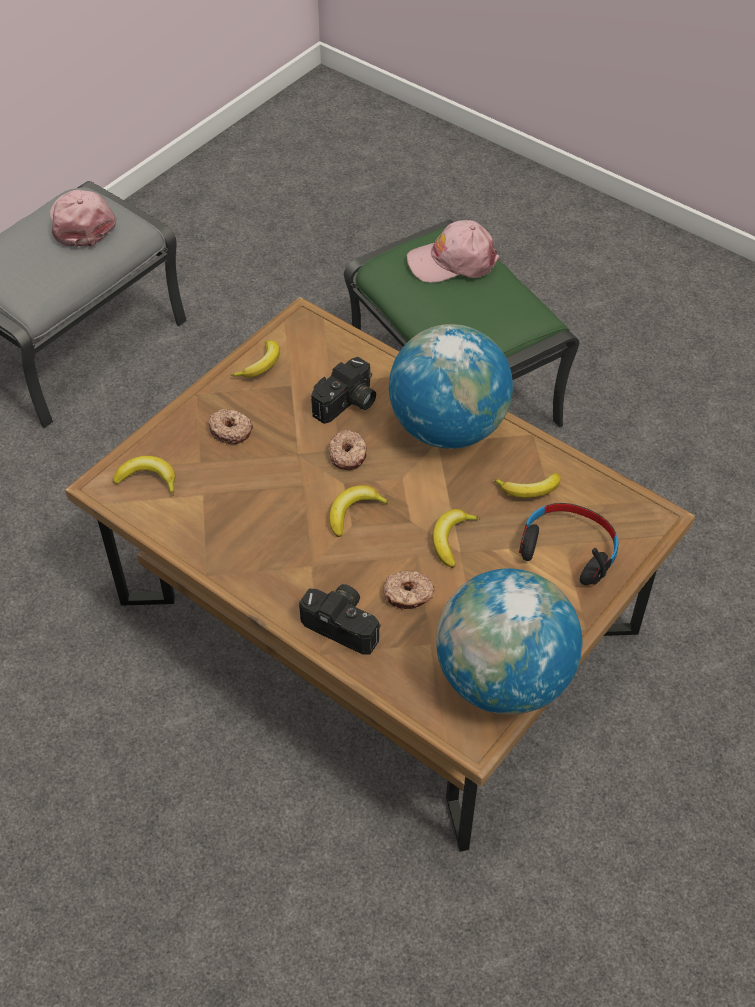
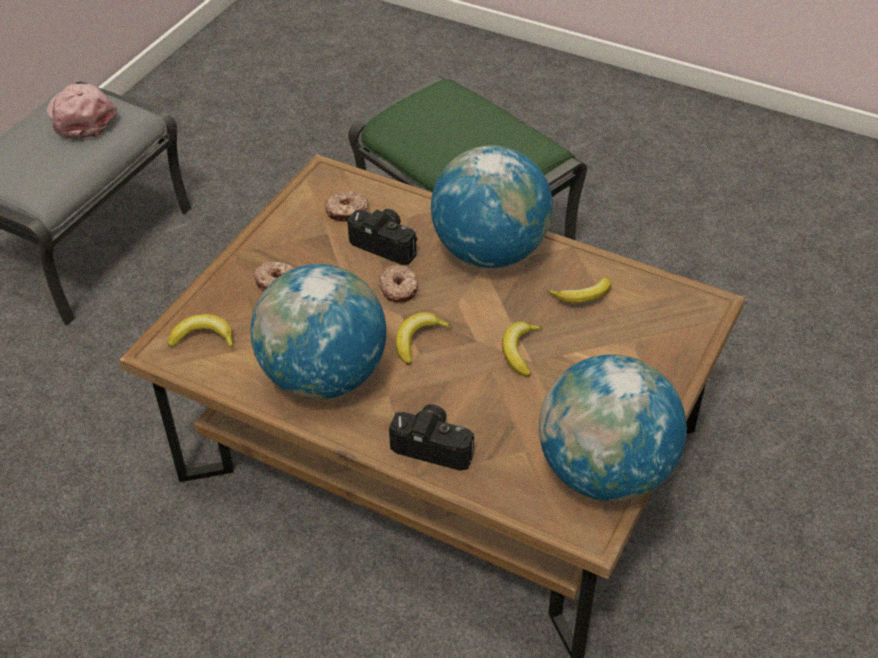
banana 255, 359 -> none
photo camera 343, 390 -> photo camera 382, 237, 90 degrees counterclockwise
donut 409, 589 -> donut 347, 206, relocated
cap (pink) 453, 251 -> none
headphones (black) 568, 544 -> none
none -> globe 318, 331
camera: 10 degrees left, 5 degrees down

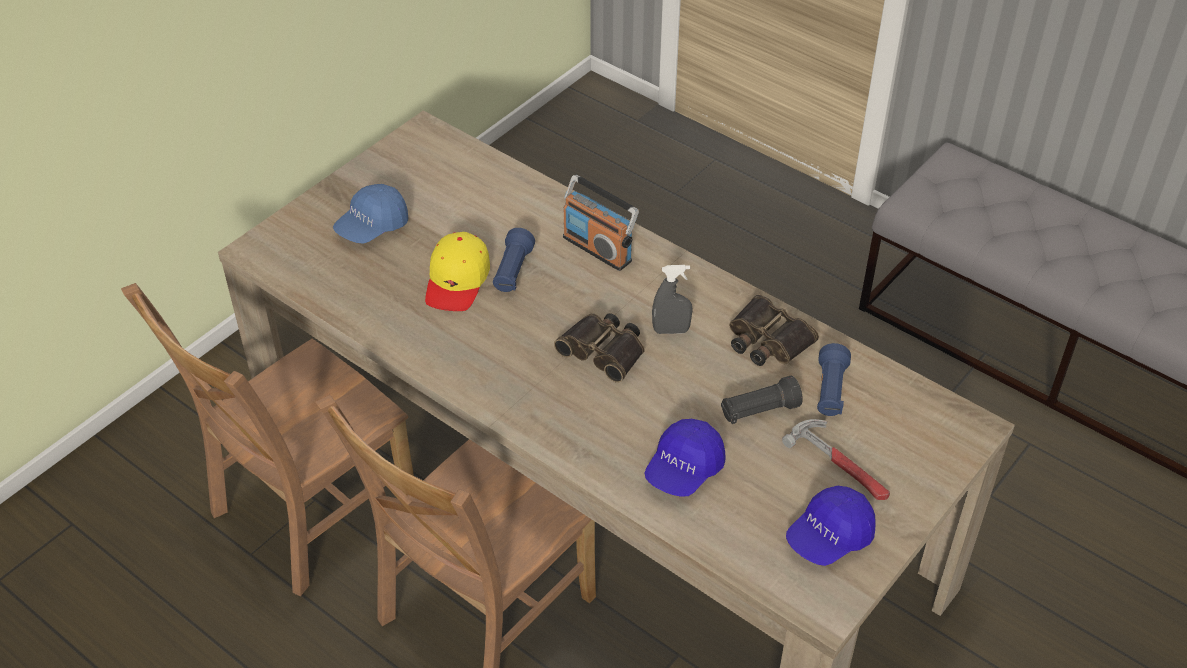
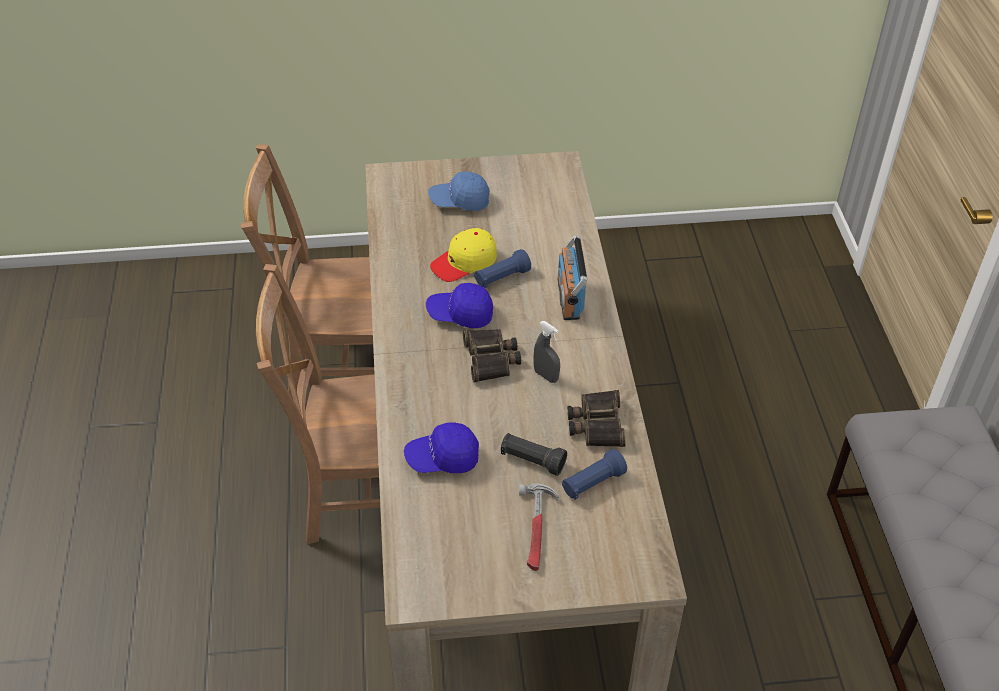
cap (blue) 831, 526 -> cap (blue) 459, 305, relocated
camera: 45 degrees right, 0 degrees up

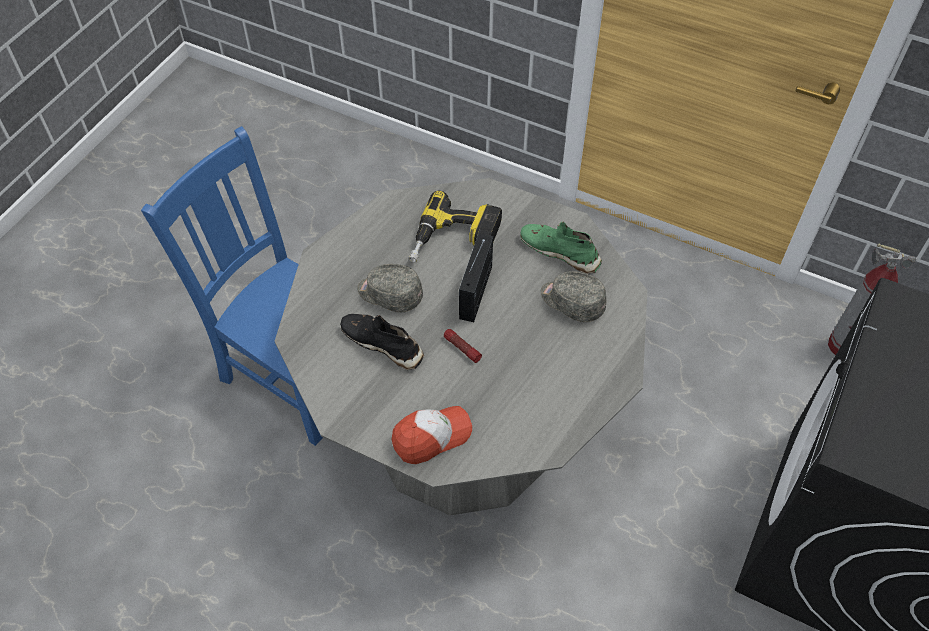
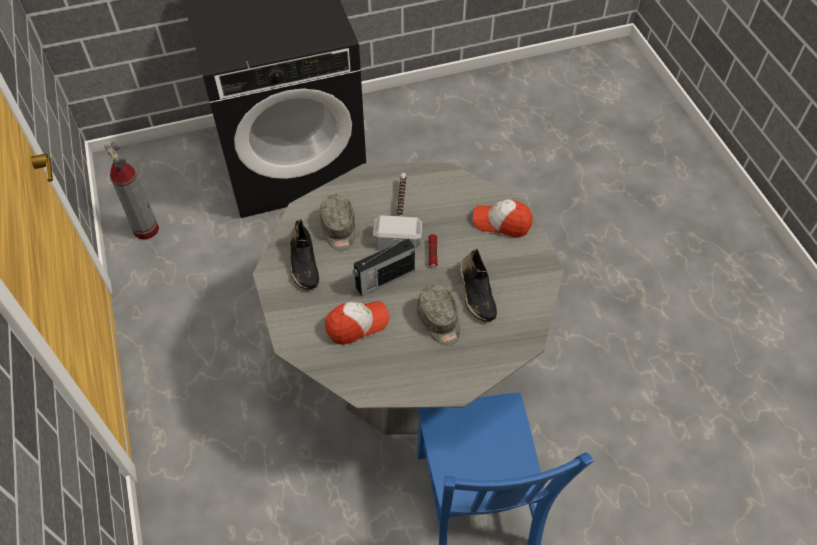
power drill 455, 227 -> cap 357, 323
shoe (green) 561, 247 -> shoe (black) 304, 254
none -> hammer 397, 211
camera: 135 degrees left, 0 degrees up

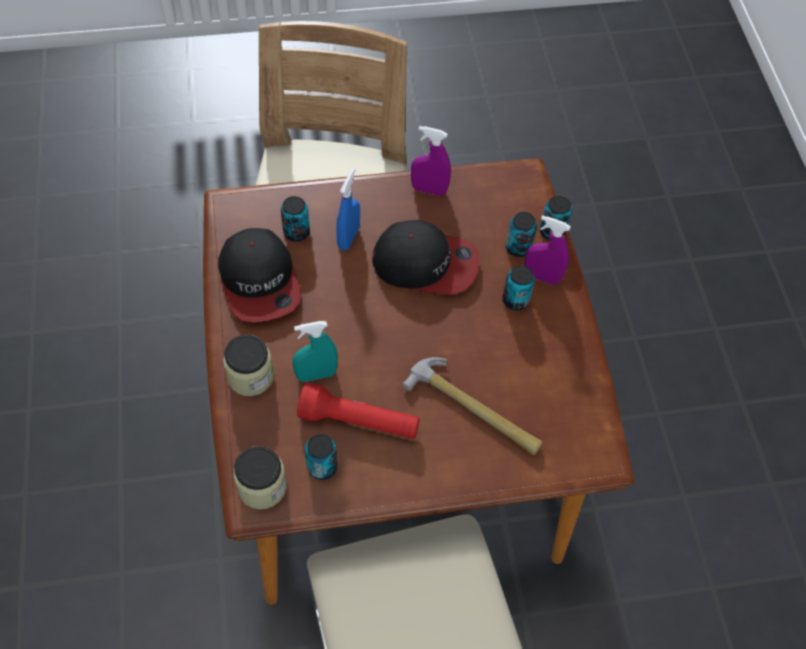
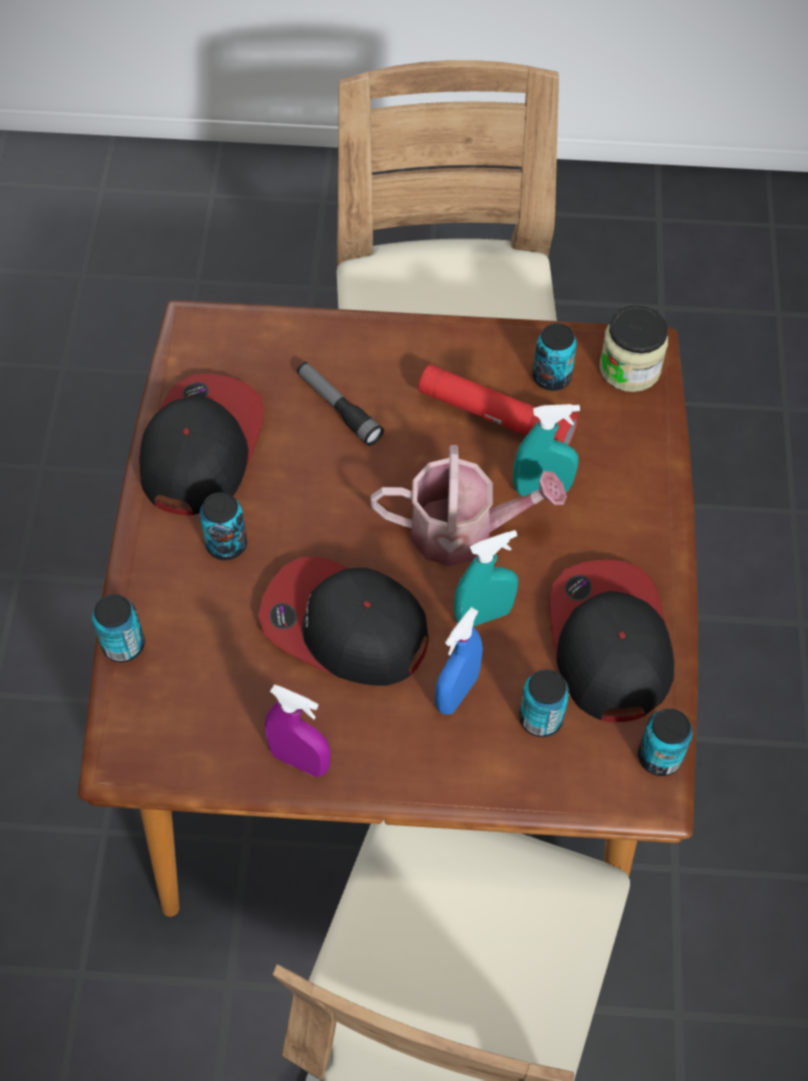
jar 248, 365 -> none
hammer 472, 406 -> flashlight 340, 404
can 521, 234 -> can 665, 742, relocated
spray bottle (purple) 547, 250 -> none
none -> cap 201, 444
none -> watering can 469, 505
none -> spray bottle (turquoise) 486, 578
camera: 165 degrees left, 0 degrees up

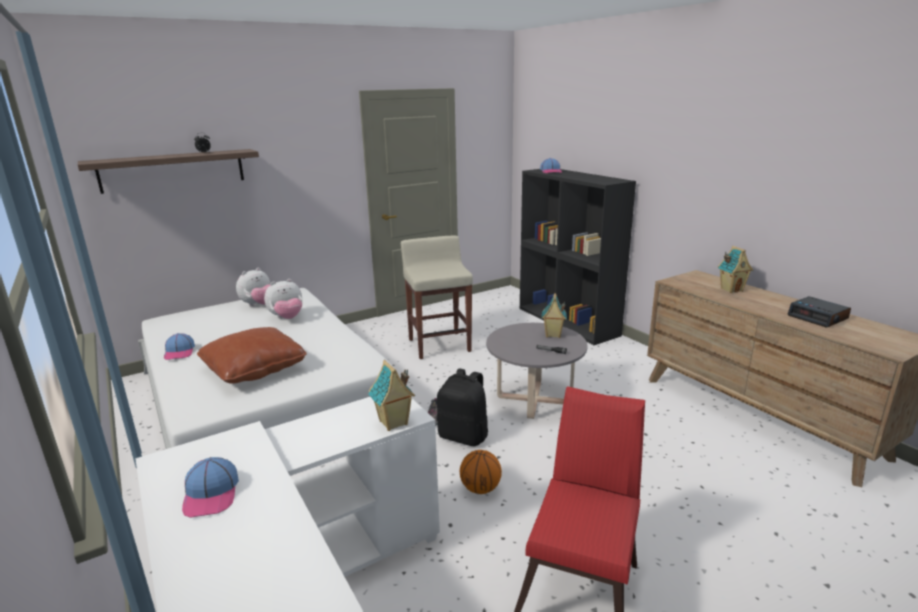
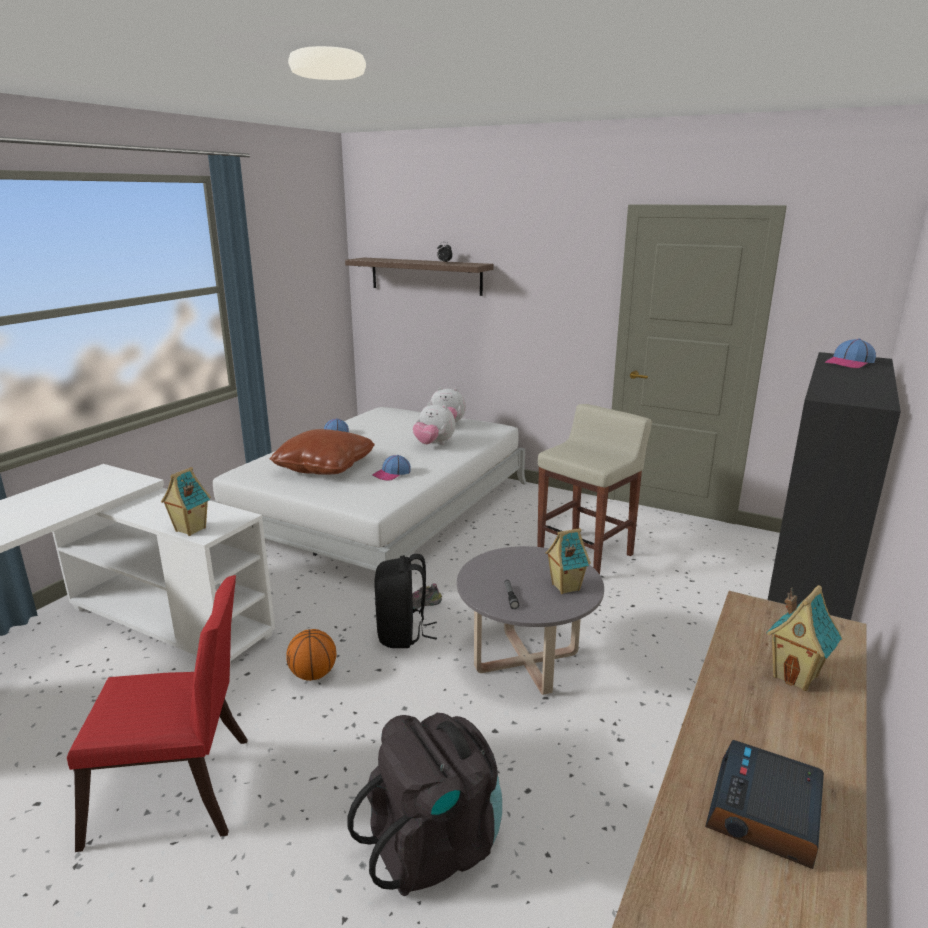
cap 210, 487 -> cap 391, 468, relocated
none -> backpack (black) 424, 804
camera: 60 degrees right, 0 degrees up

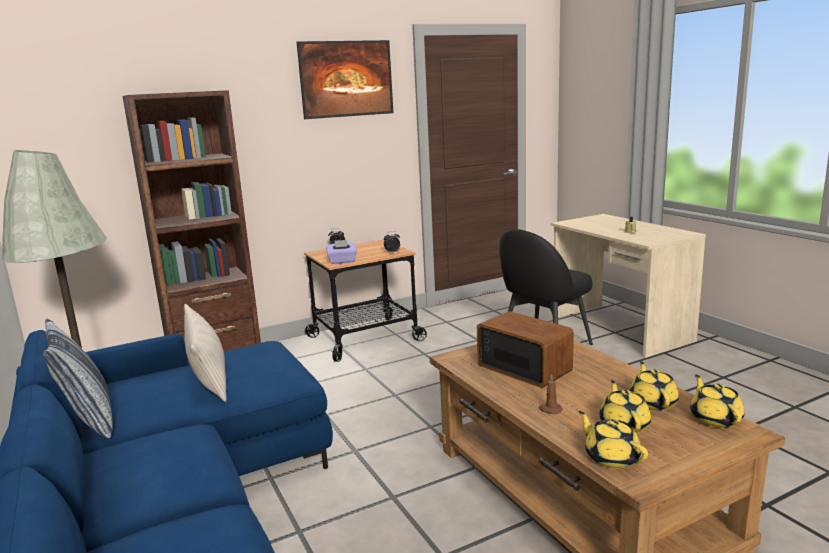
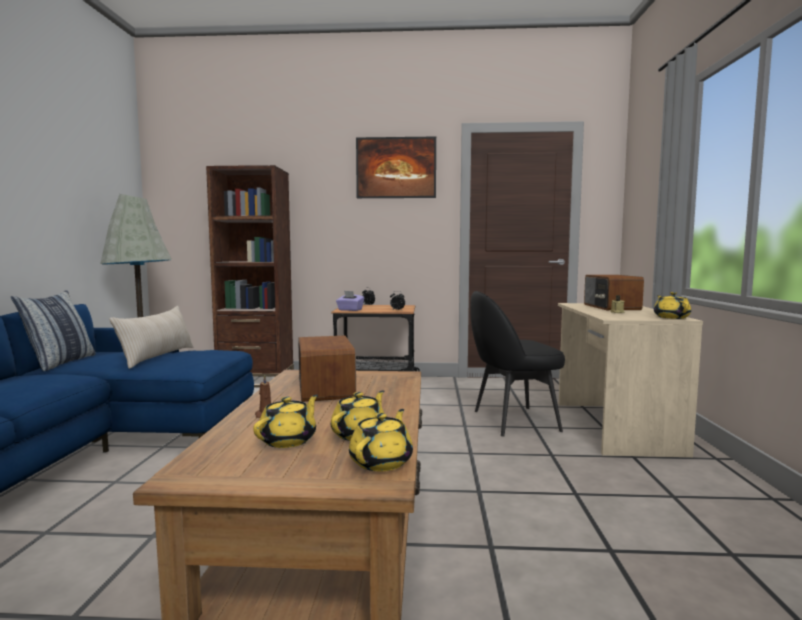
teapot (yellow) 613, 440 -> teapot (yellow) 672, 305, relocated
none -> radio 614, 292
camera: 30 degrees right, 10 degrees down

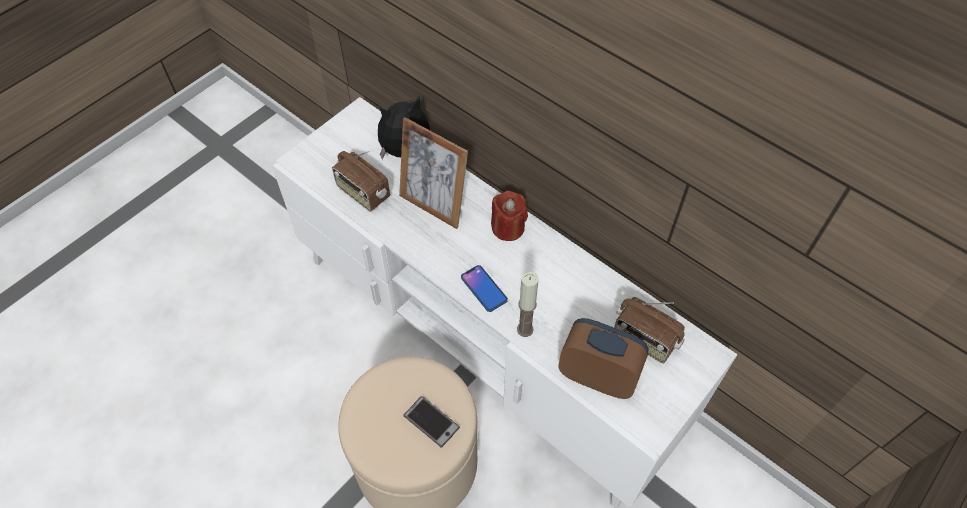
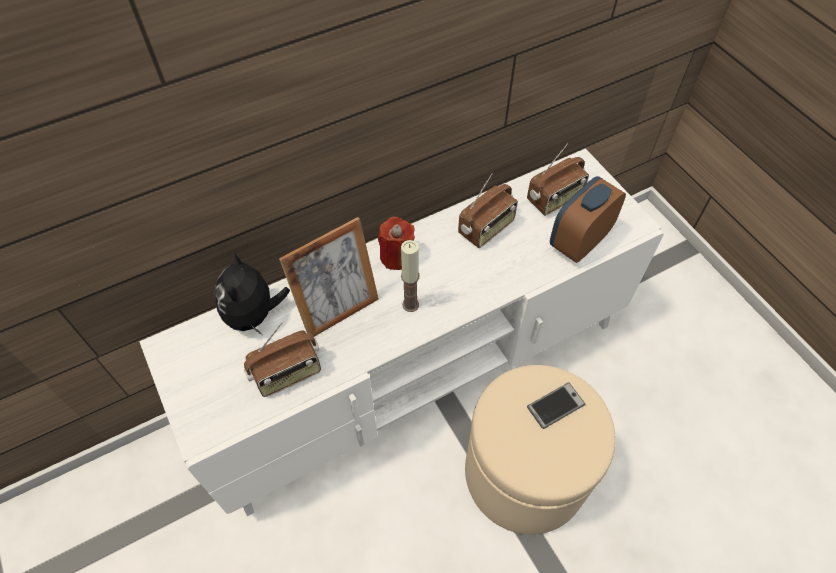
phone 484, 288 -> none
candle 528, 304 -> candle 410, 276, relocated
none -> radio 488, 210
camera: 70 degrees left, 0 degrees up

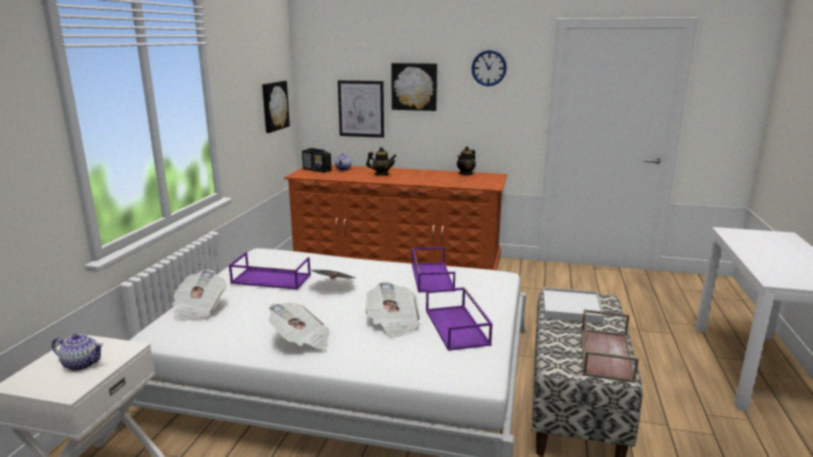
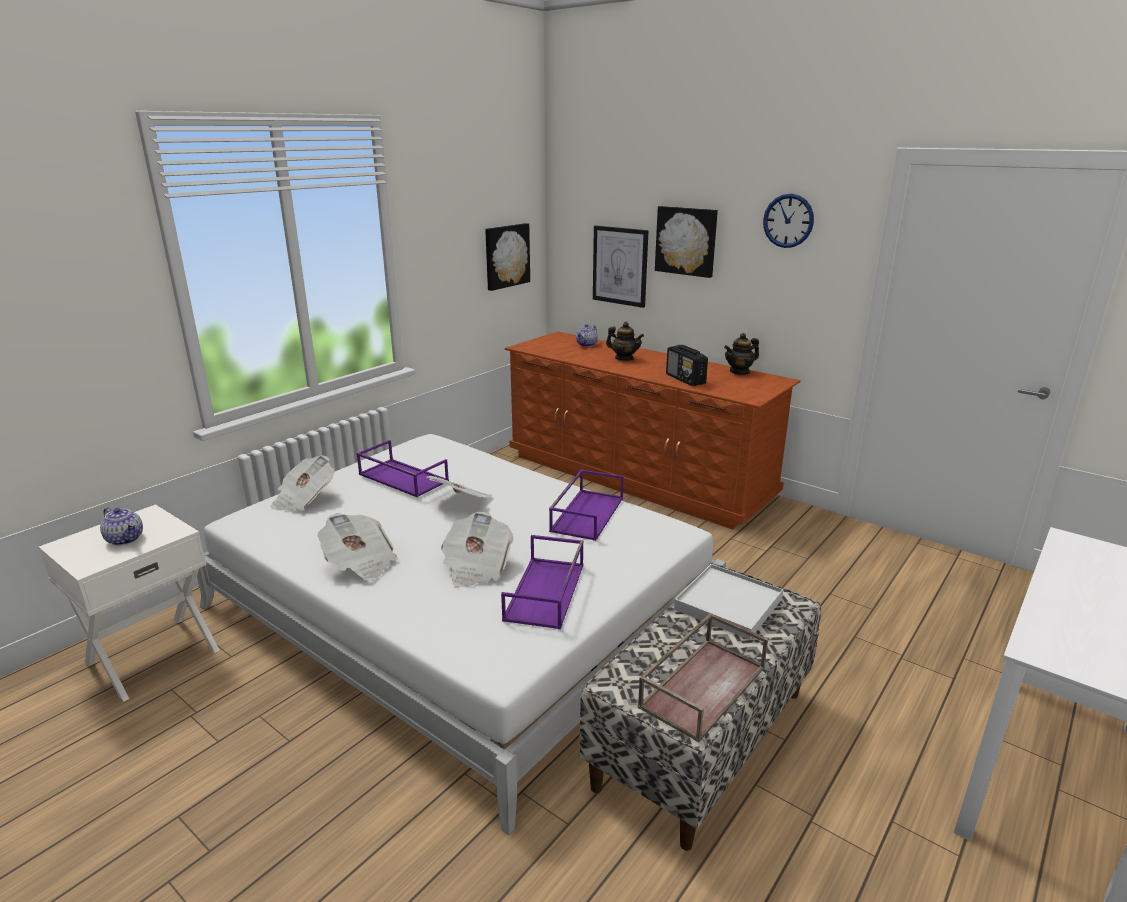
radio 317, 160 -> radio 687, 365, relocated
camera: 25 degrees right, 5 degrees up

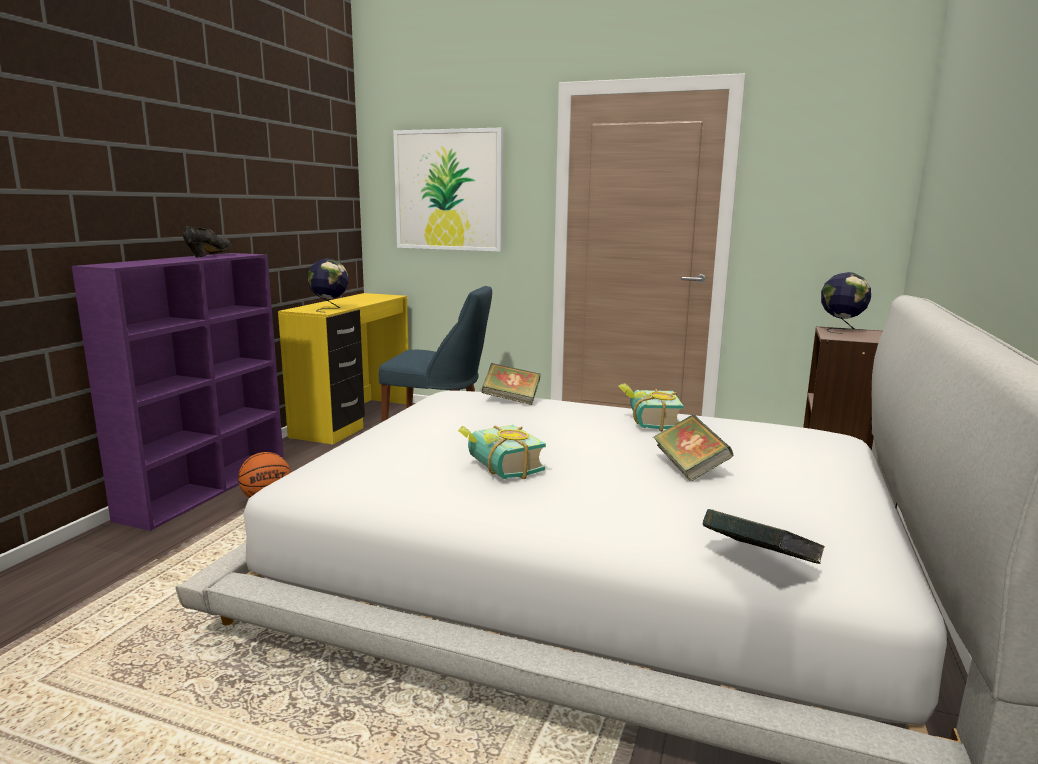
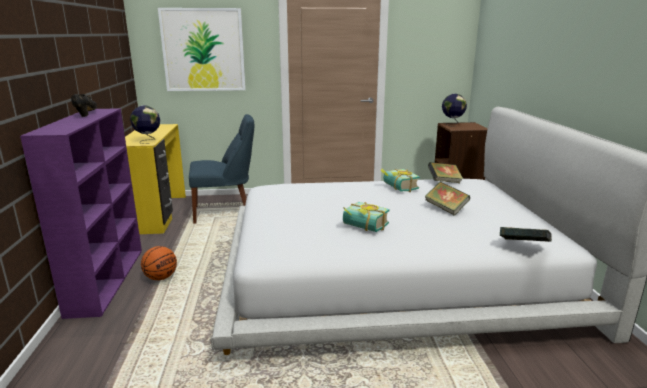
book 511, 384 -> book 445, 172, relocated
camera: 25 degrees left, 5 degrees up

